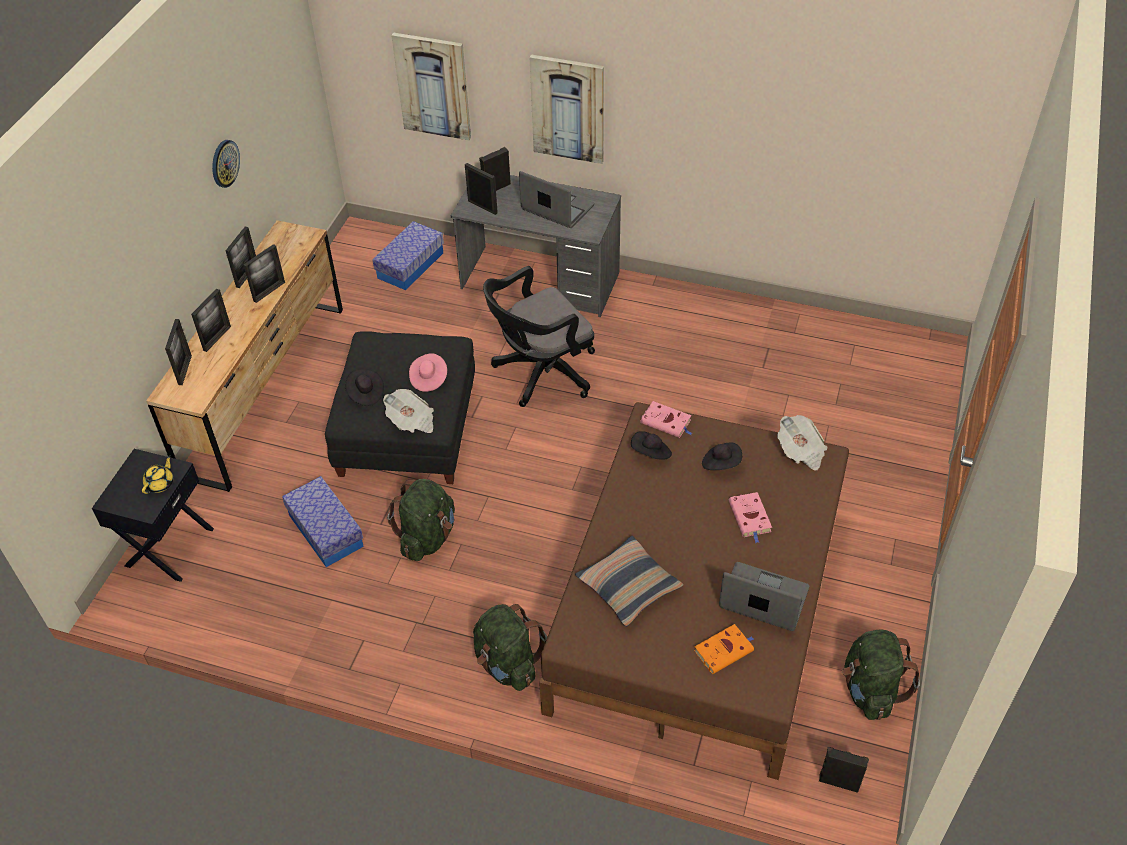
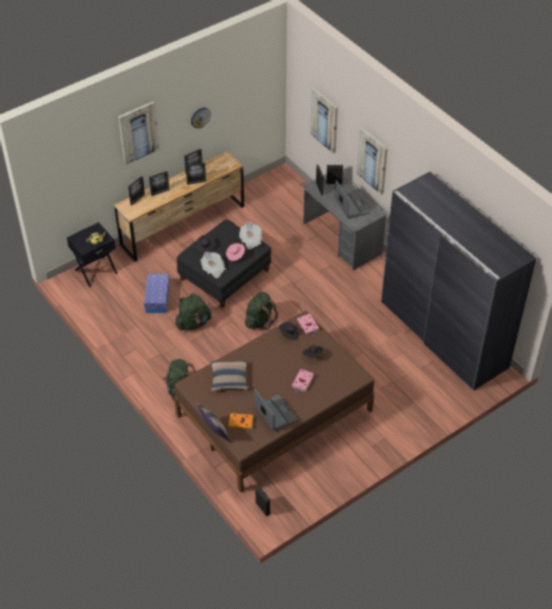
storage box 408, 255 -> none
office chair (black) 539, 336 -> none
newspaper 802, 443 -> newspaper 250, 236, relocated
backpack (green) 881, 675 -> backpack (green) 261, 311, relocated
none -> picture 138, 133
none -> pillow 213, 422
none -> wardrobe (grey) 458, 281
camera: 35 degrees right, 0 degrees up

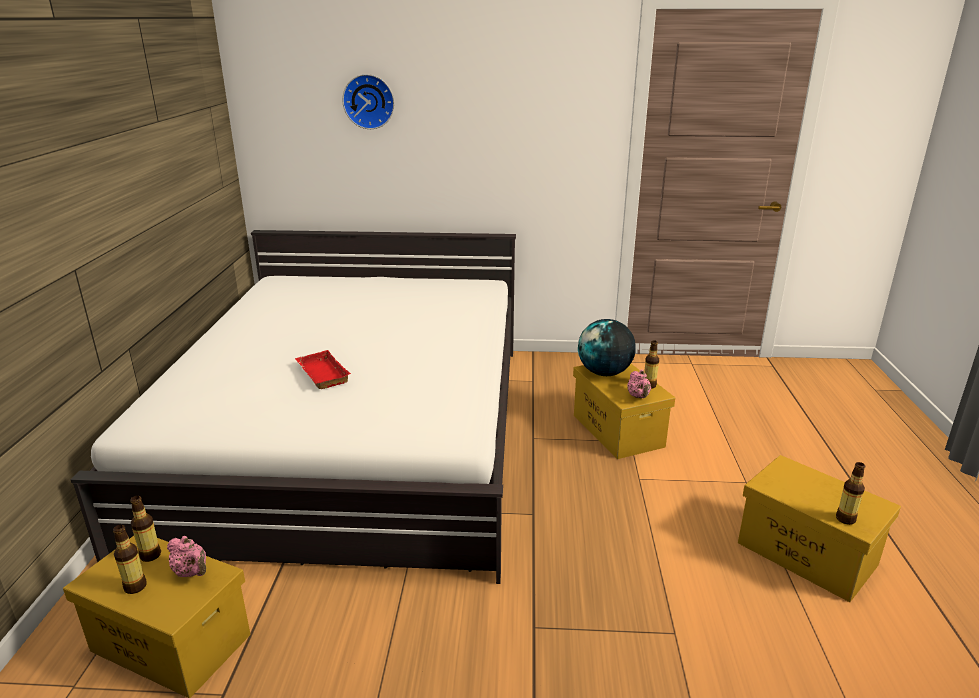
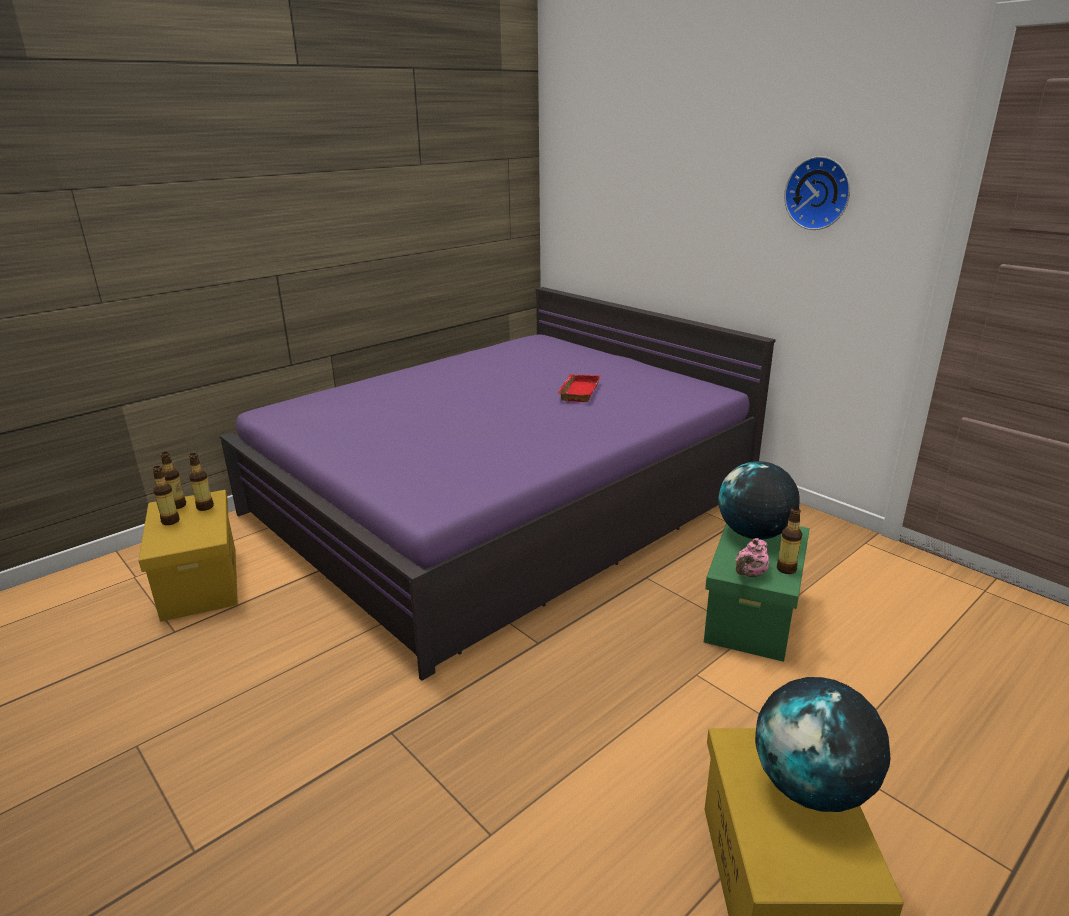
bed (white) 293, 407 -> bed (purple) 498, 484
teapot (pink) 186, 556 -> none
tray (red) 323, 369 -> tray (red) 579, 388, relocated
wall clock 368, 101 -> wall clock 817, 193, relocated
storage box (yellow) 624, 411 -> storage box (green) 757, 593
bottle 850, 493 -> bottle 173, 480, relocated
none -> globe 823, 744
camera: 45 degrees right, 0 degrees up

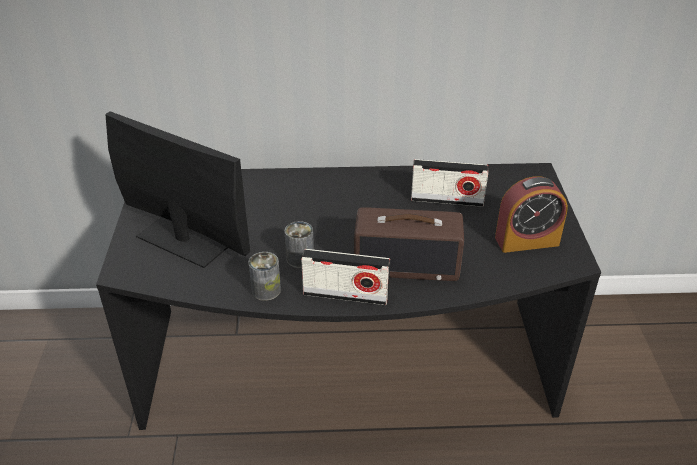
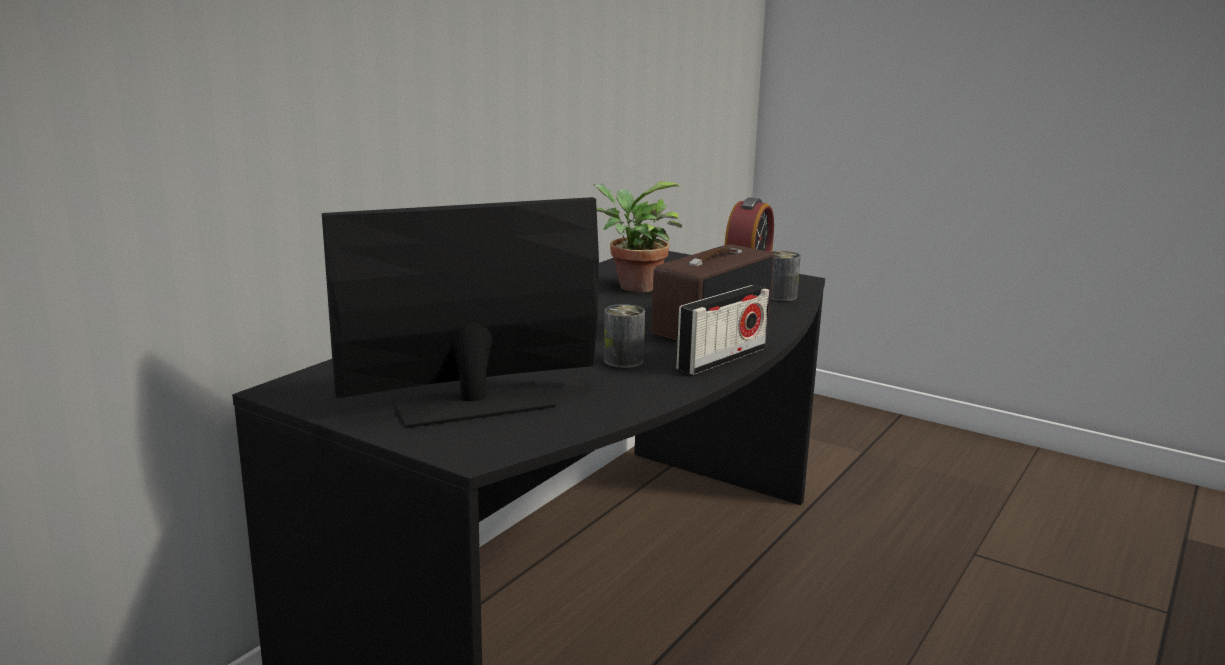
can 264, 276 -> can 786, 276, relocated
radio 450, 183 -> potted plant 638, 236
camera: 55 degrees left, 20 degrees down

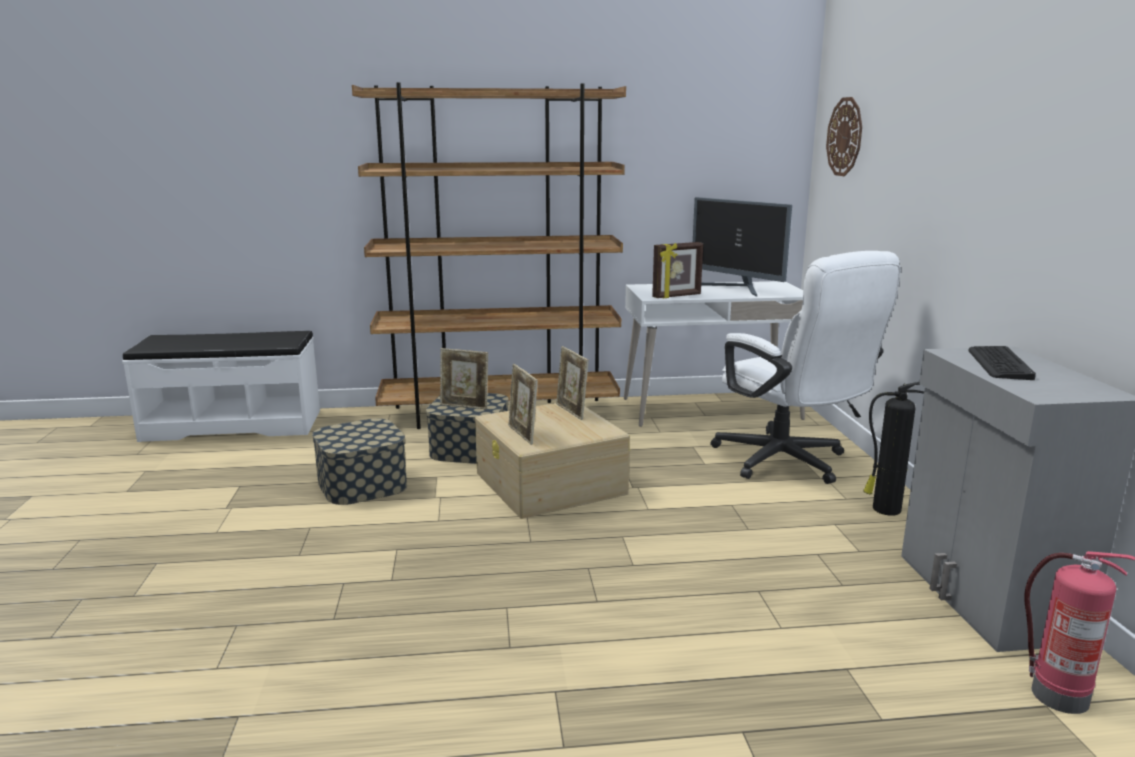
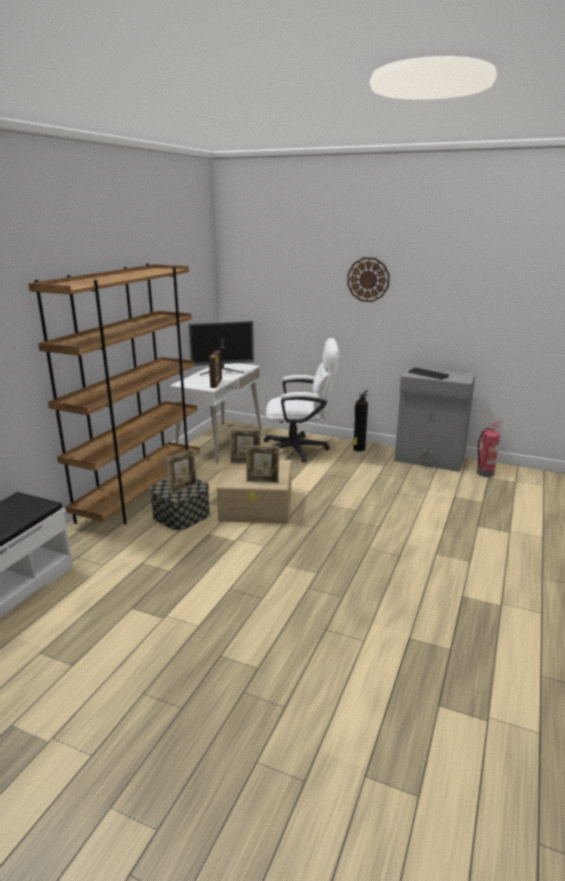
storage box 359, 461 -> none
wall clock 844, 136 -> wall clock 368, 279, relocated
camera: 60 degrees left, 5 degrees up

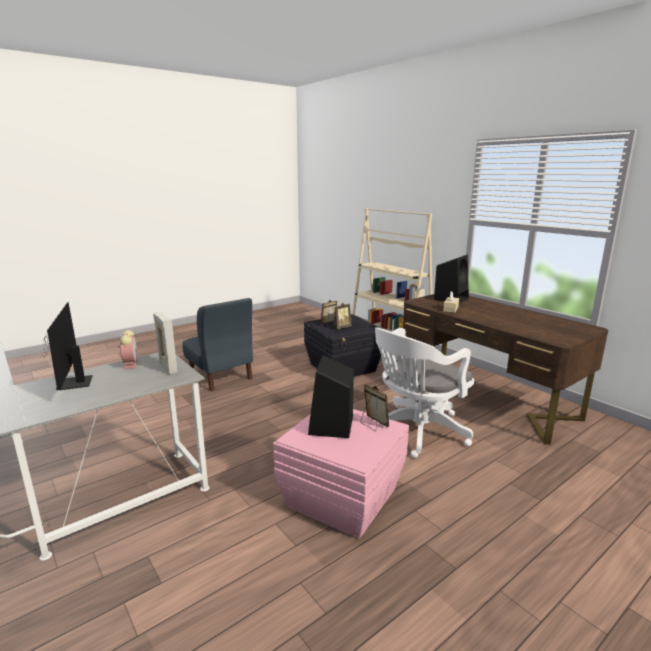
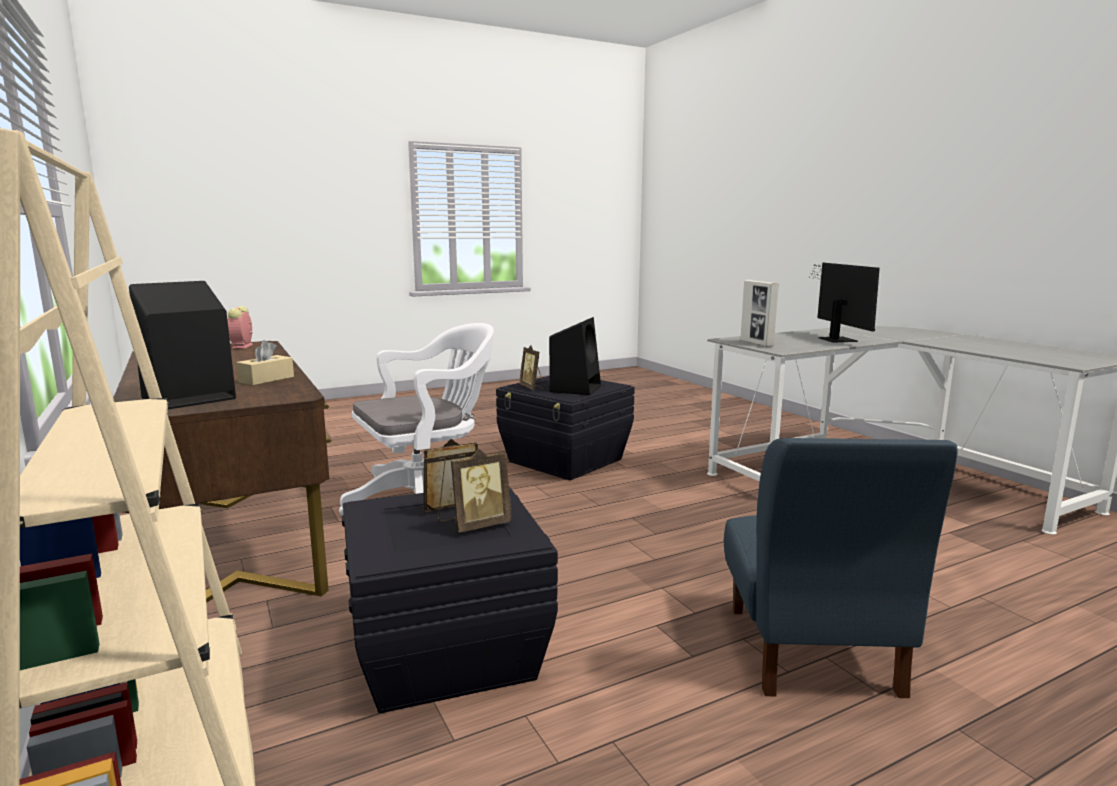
alarm clock 127, 349 -> alarm clock 240, 327, relocated
chair (blue) 217, 345 -> chair (blue) 841, 568, 150 degrees counterclockwise
storage box (pink) 341, 474 -> storage box (black) 565, 428
camera: 170 degrees left, 5 degrees down

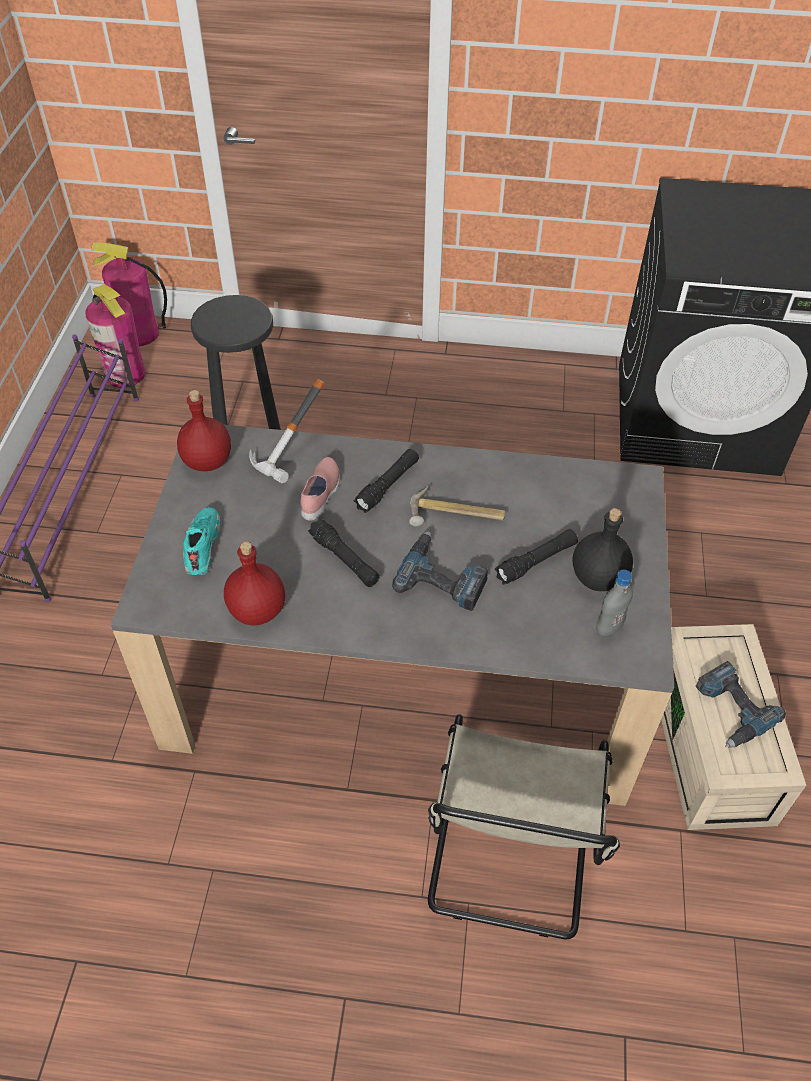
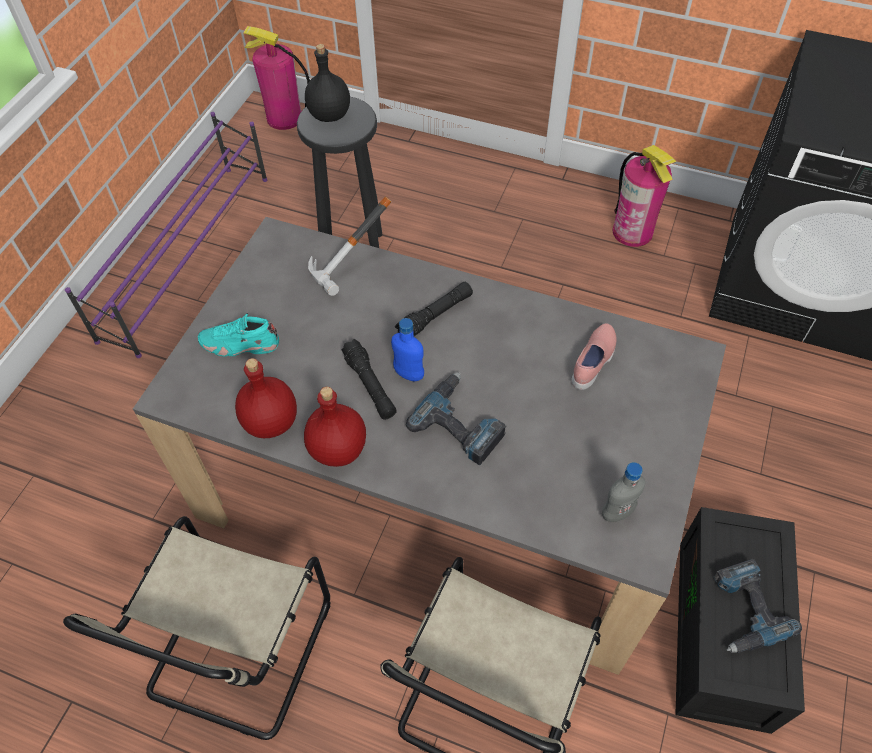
fire extinguisher 115, 335 -> fire extinguisher 644, 196, relocated
bottle (red) 204, 430 -> bottle (red) 335, 427, relocated
shoe (turquoise) 201, 541 -> shoe (turquoise) 238, 335, 105 degrees counterclockwise
shoe (pink) 320, 489 -> shoe (pink) 594, 356, relocated
hammer 457, 506 -> none
flashlight (black) 536, 557 -> none
bottle (black) 603, 549 -> bottle (black) 327, 83, relocated
storage box (beige) 733, 727 -> storage box (black) 740, 620
none -> chair (beige) 197, 628
none -> bottle (blue) 407, 350
camera: 15 degrees right, 5 degrees up

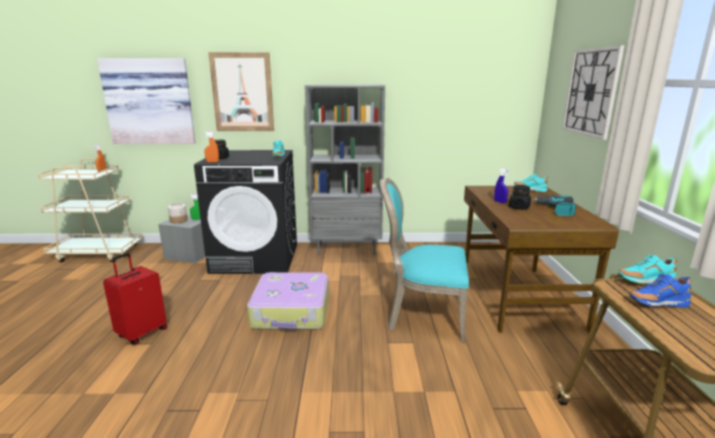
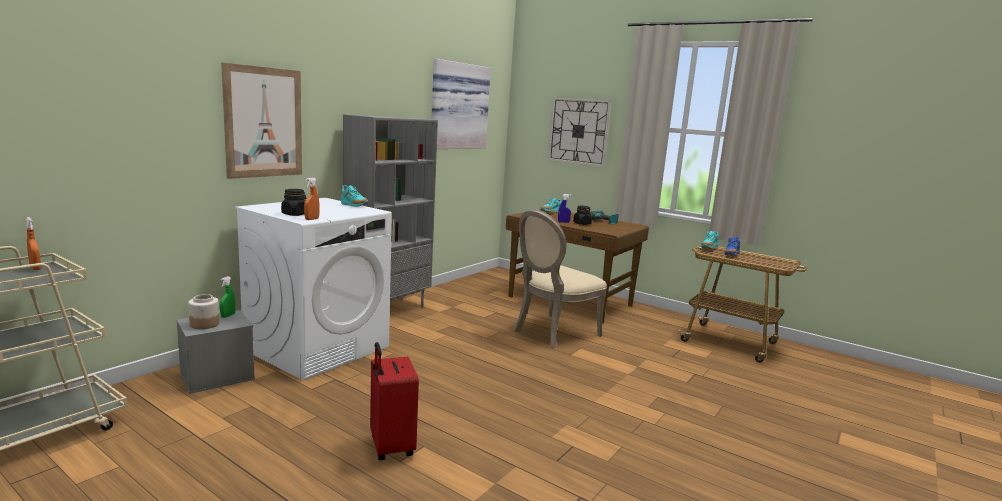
picture 146, 101 -> picture 461, 104, relocated
washing machine (black) 245, 212 -> washing machine (white) 313, 289
suitcase 288, 301 -> none
chair (turquoise) 424, 260 -> chair (beige) 560, 278
camera: 55 degrees left, 5 degrees down

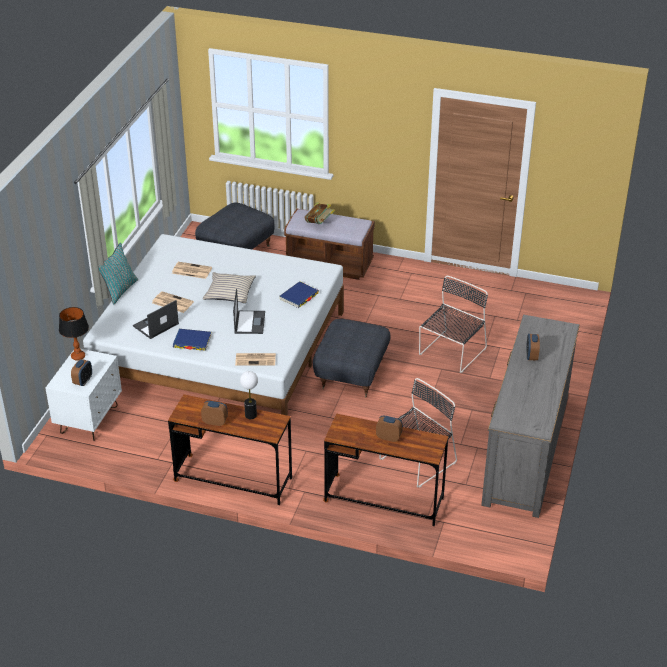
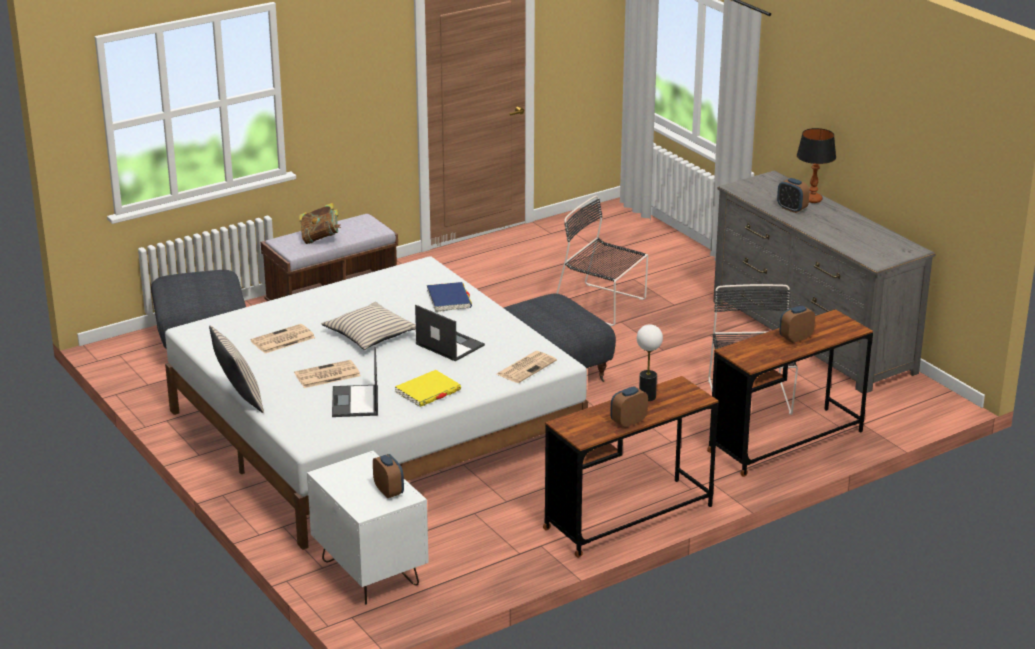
table lamp 74, 333 -> table lamp 816, 165, relocated
pillow (turquoise) 118, 274 -> pillow (beige) 236, 369
book (blue) 192, 340 -> book (yellow) 428, 388
chair (black) 453, 324 -> chair (black) 602, 260, 45 degrees counterclockwise
camera: 50 degrees left, 10 degrees down

